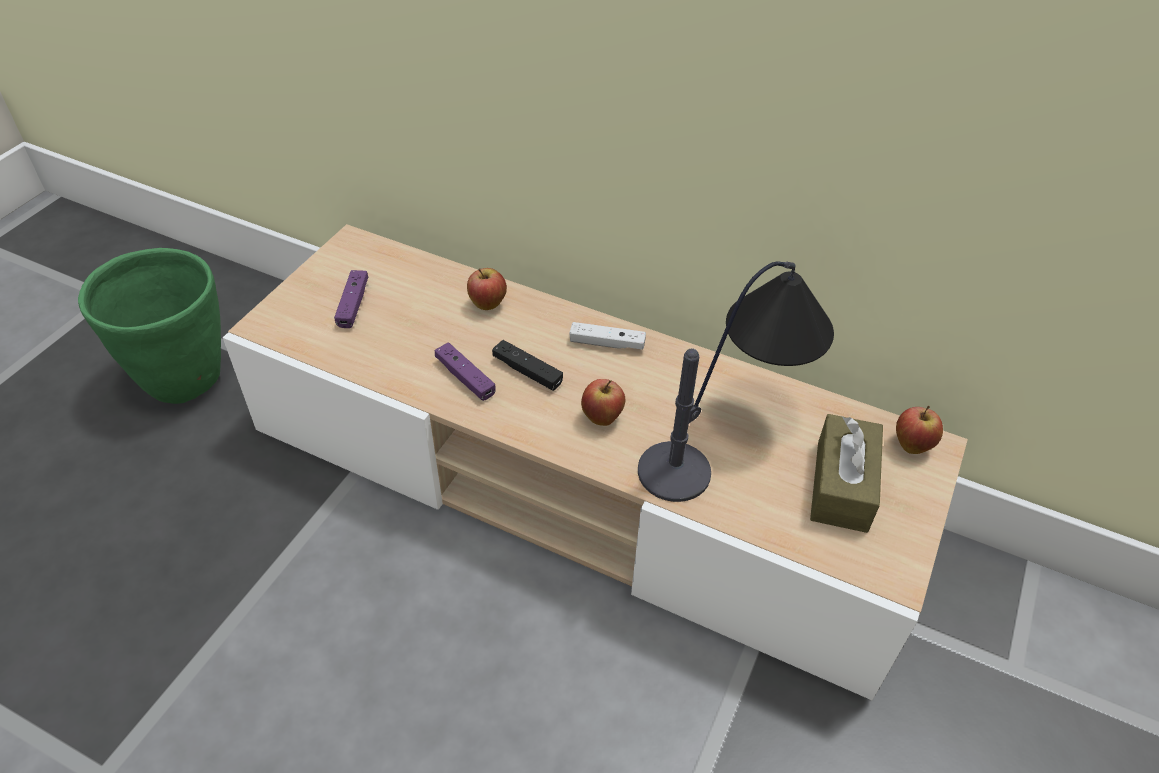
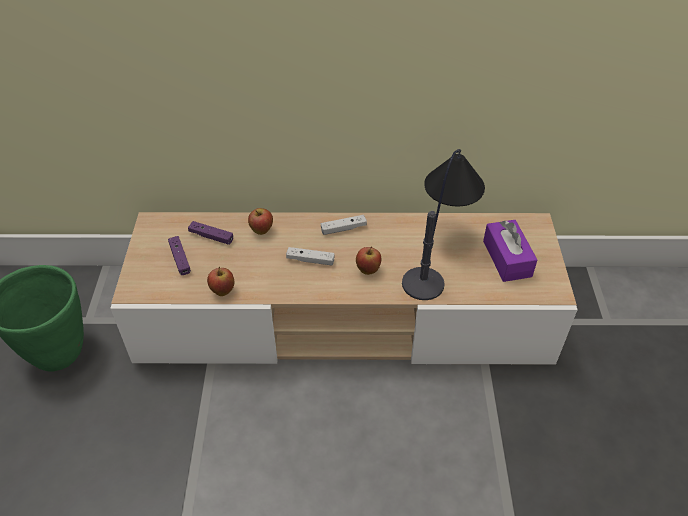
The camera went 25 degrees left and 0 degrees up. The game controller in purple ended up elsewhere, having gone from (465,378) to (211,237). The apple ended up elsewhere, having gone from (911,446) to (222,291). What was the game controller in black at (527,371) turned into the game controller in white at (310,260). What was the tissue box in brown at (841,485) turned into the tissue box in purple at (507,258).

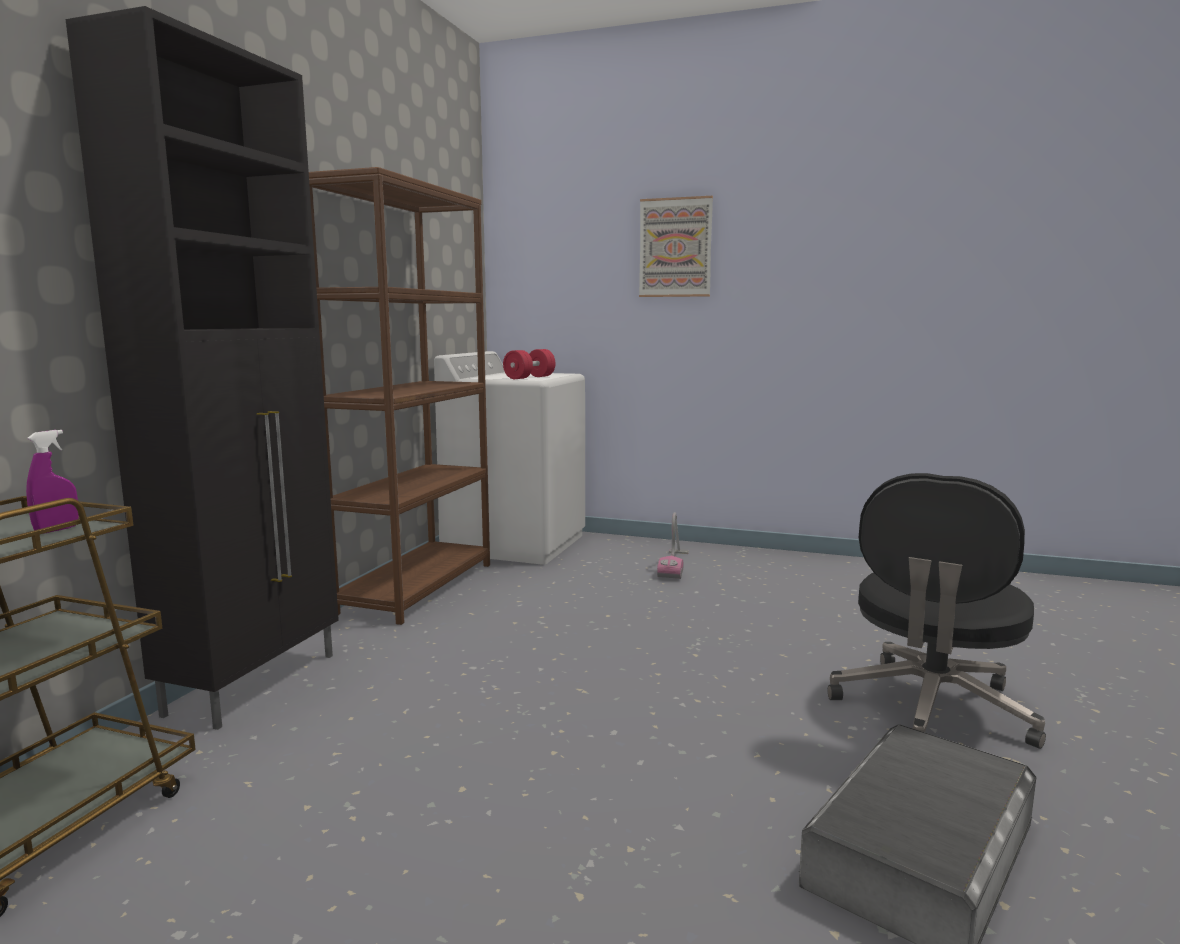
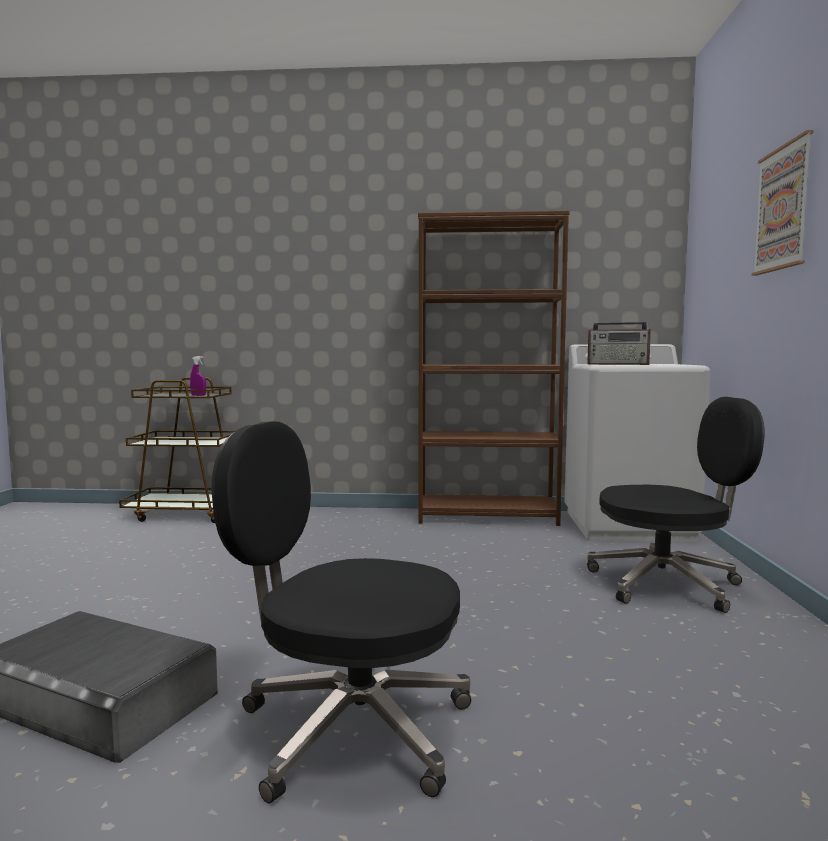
The camera went 75 degrees right and 5 degrees down. The second view lost the cabinet in black at (256,683). Where the dumbbell in red stood at (529,377), the radio came to stand at (619,364). Where the vacuum cleaner stood at (674,565), the office chair in black came to stand at (667,584).

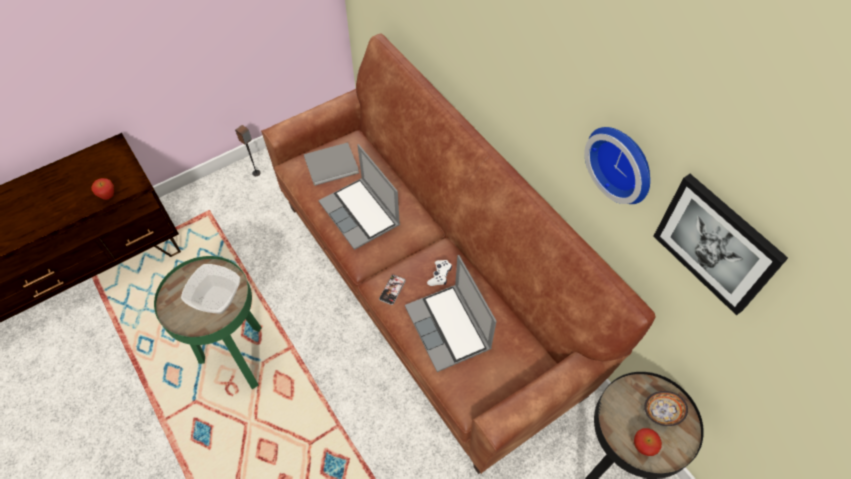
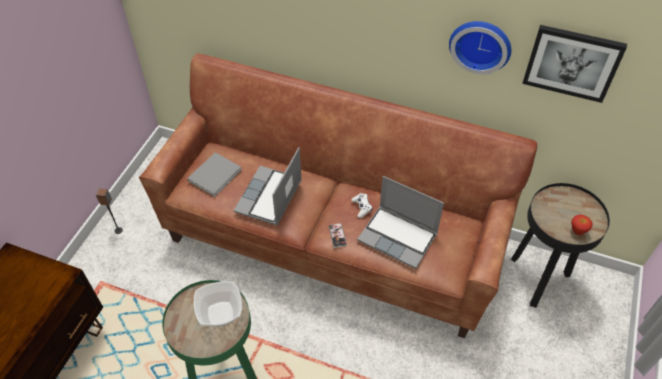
The camera went 35 degrees left and 5 degrees down. The second view lost the apple at (108,196). The second view lost the bowl at (661,411). The laptop at (361,214) ended up facing another way, 90 degrees clockwise from before.

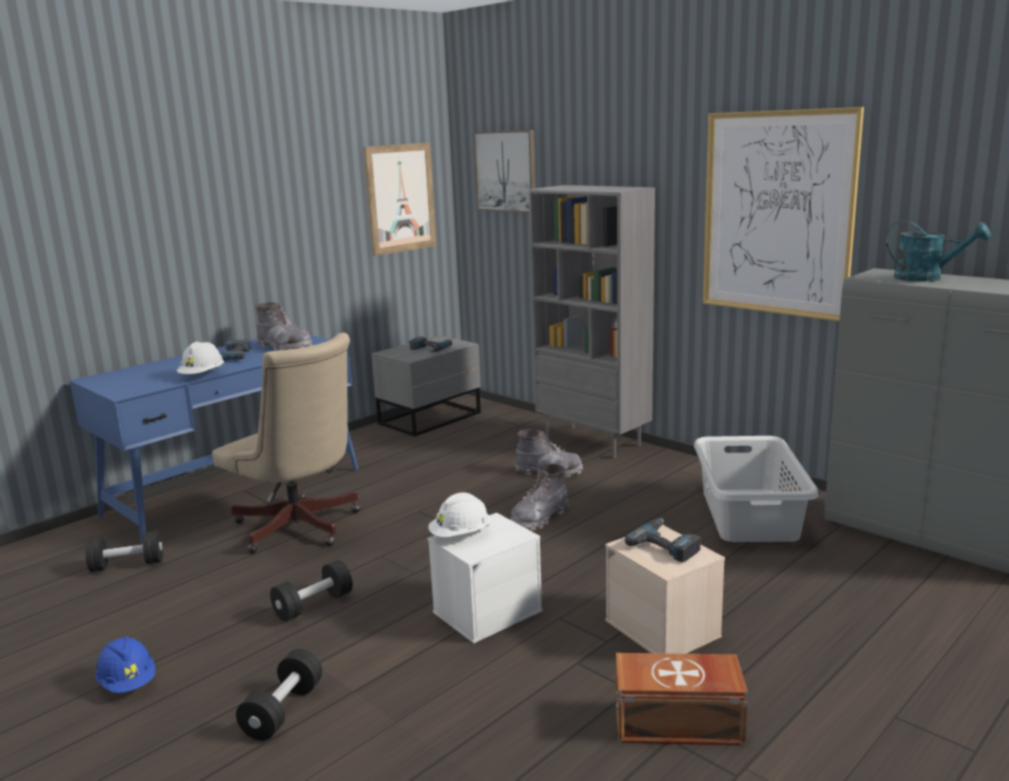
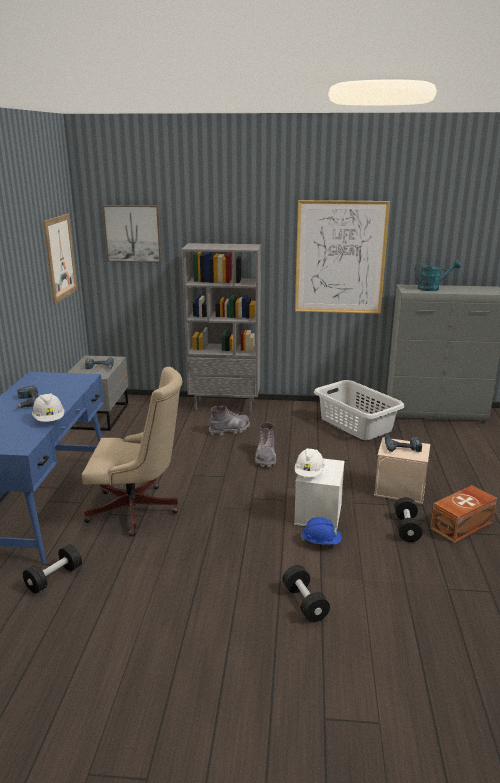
The camera went 40 degrees left and 5 degrees up. The second view lost the boot in grey at (284,347). The hard hat in blue ended up elsewhere, having gone from (128,683) to (321,542). The dumbbell in black ended up elsewhere, having gone from (313,605) to (406,528).

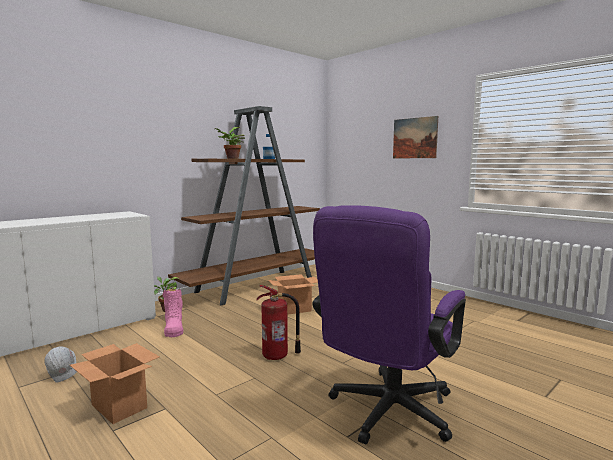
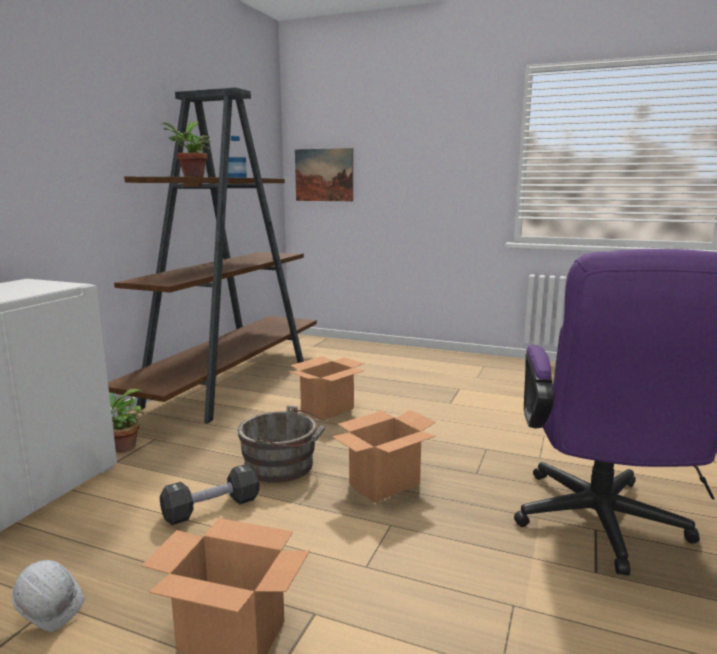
The camera went 25 degrees left and 5 degrees up. The second view lost the boot in pink at (173,328). The second view gained the dumbbell in black at (212,508). The second view gained the bucket in grey at (283,466). The picture ended up elsewhere, having gone from (414,138) to (324,175). Where the fire extinguisher stood at (277,356), the cardboard box came to stand at (384,485).

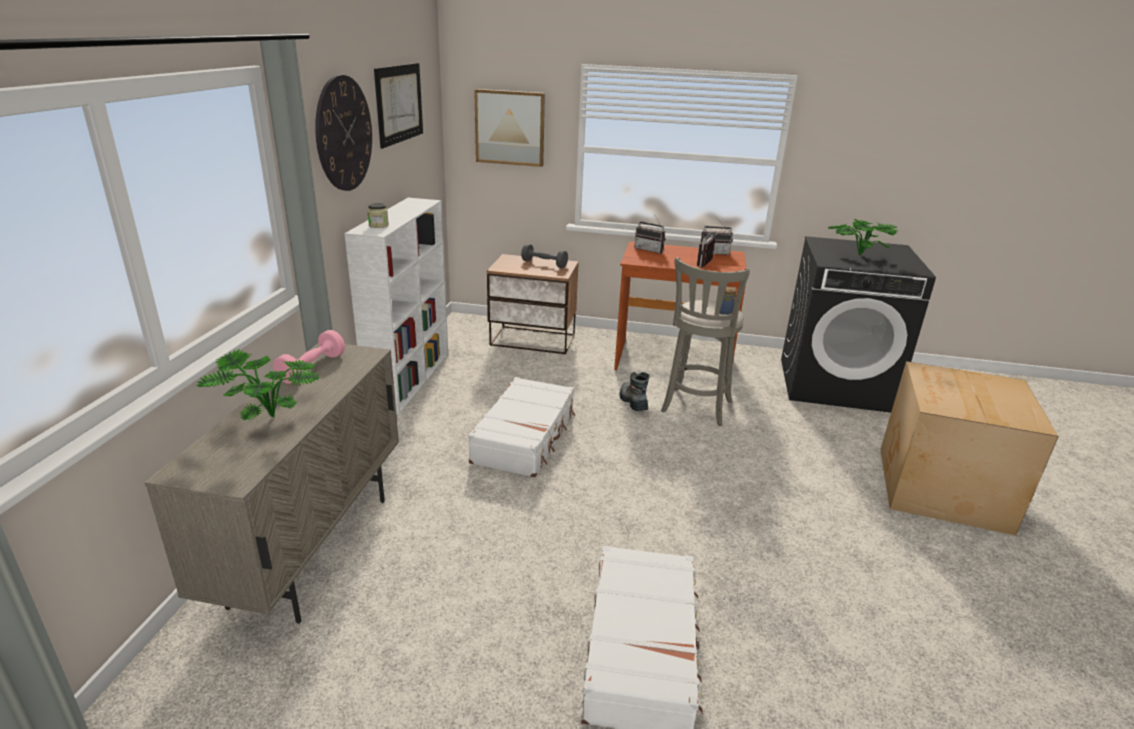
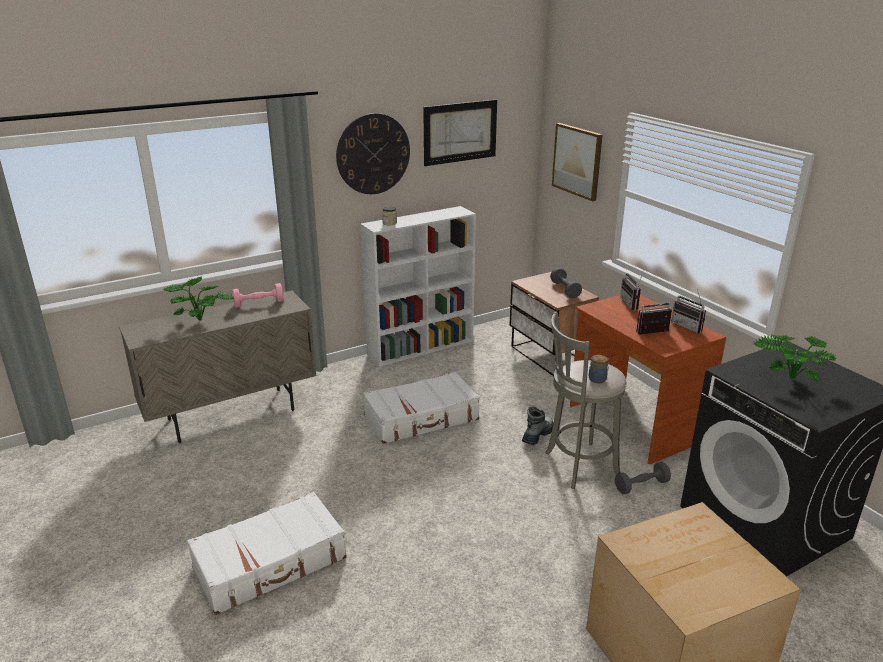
The camera went 50 degrees right and 0 degrees up. The second view gained the dumbbell in grey at (641,486).

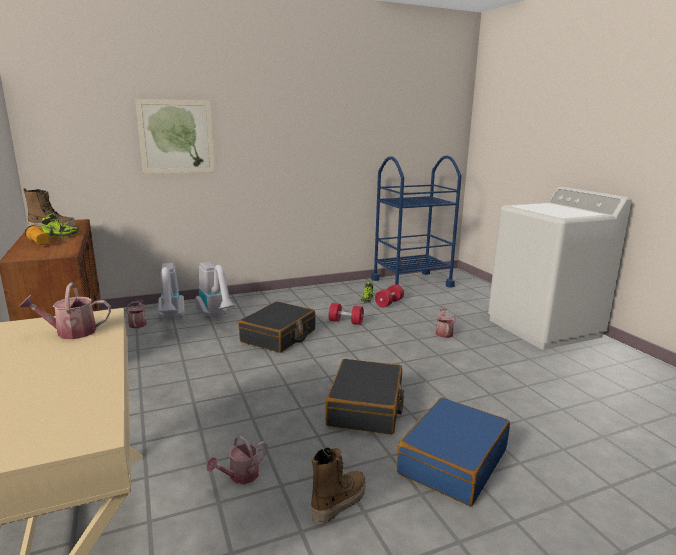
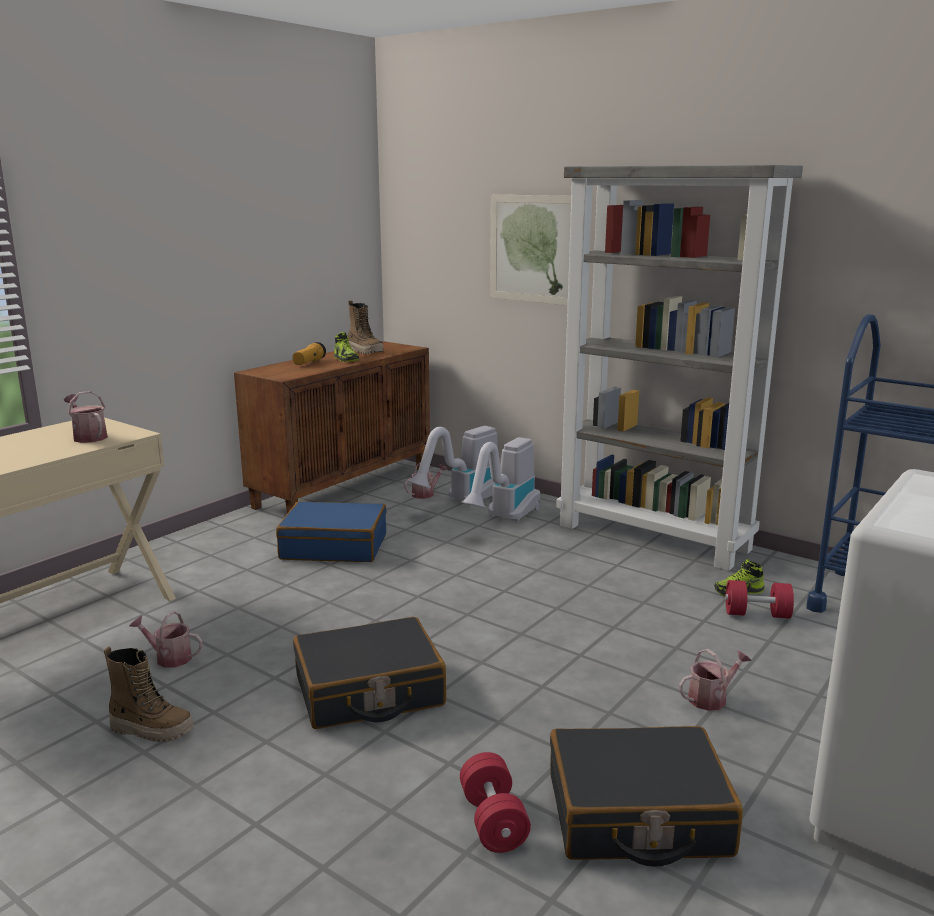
The camera went 60 degrees right and 0 degrees up. The second view gained the bookcase in grey at (655,537). The suitcase in black ended up elsewhere, having gone from (279,336) to (637,815). The dumbbell in red ended up elsewhere, having gone from (346,322) to (493,821). The suitcase in blue ended up elsewhere, having gone from (452,461) to (334,546).

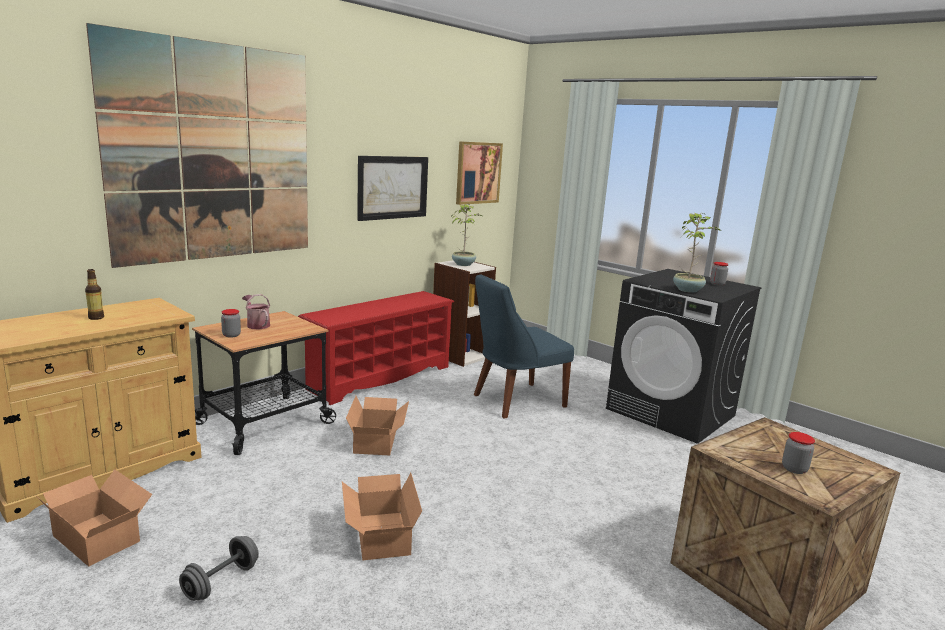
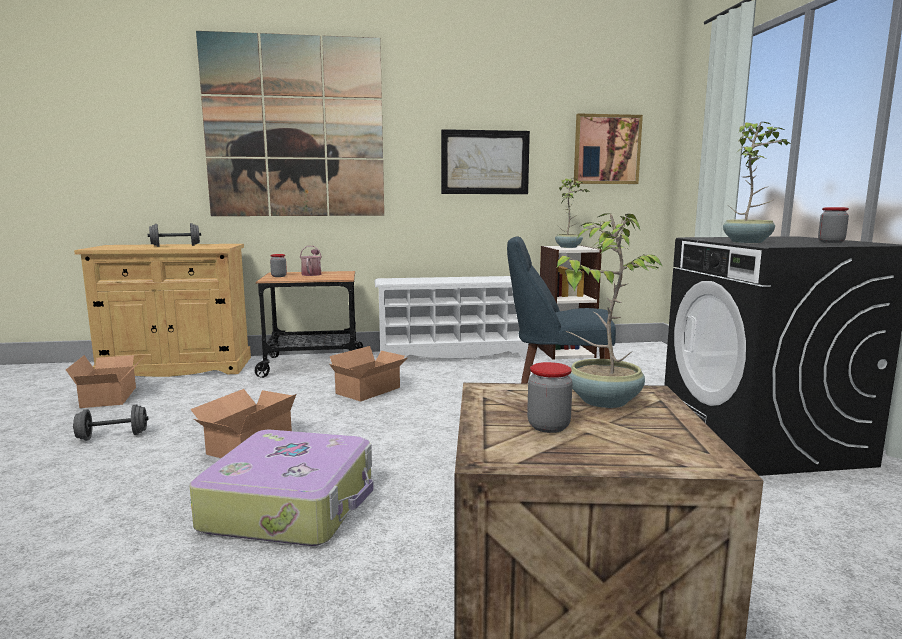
The camera went 40 degrees right and 5 degrees down. The second view gained the suitcase at (292,505). The second view gained the potted plant at (602,400). Where the bottle stood at (96,318), the dumbbell in grey came to stand at (175,246). What was the shoe rack in red at (380,377) turned into the shoe rack in white at (457,354).

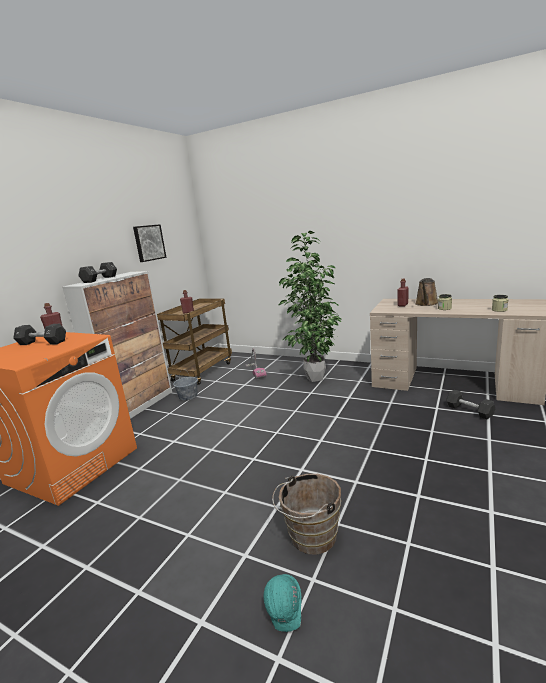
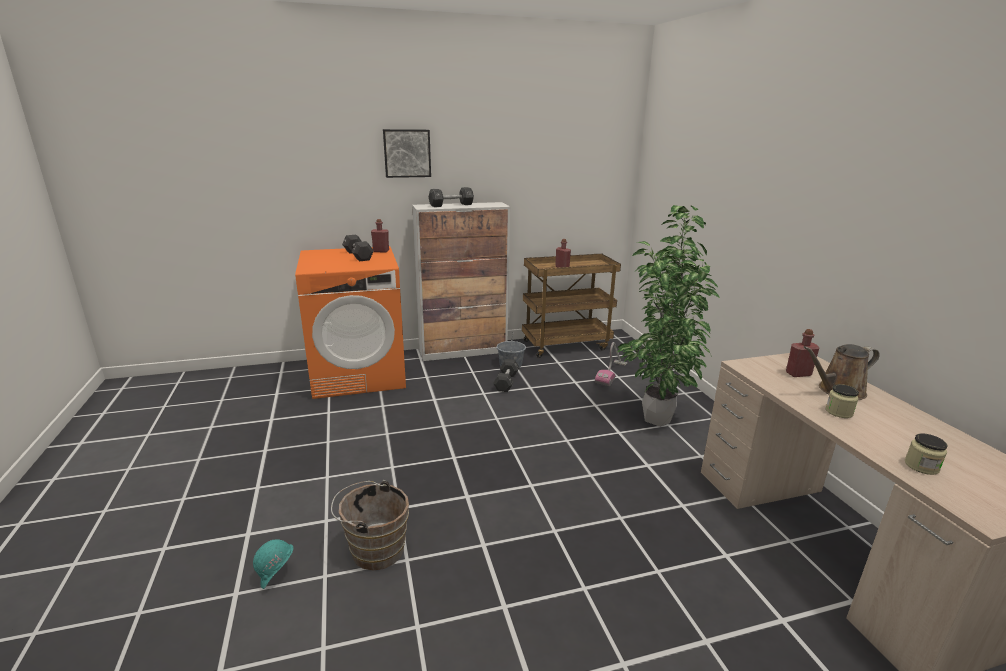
The camera went 45 degrees right and 5 degrees up. The picture ended up elsewhere, having gone from (149,243) to (407,153). The dumbbell in black ended up elsewhere, having gone from (469,411) to (506,382).

